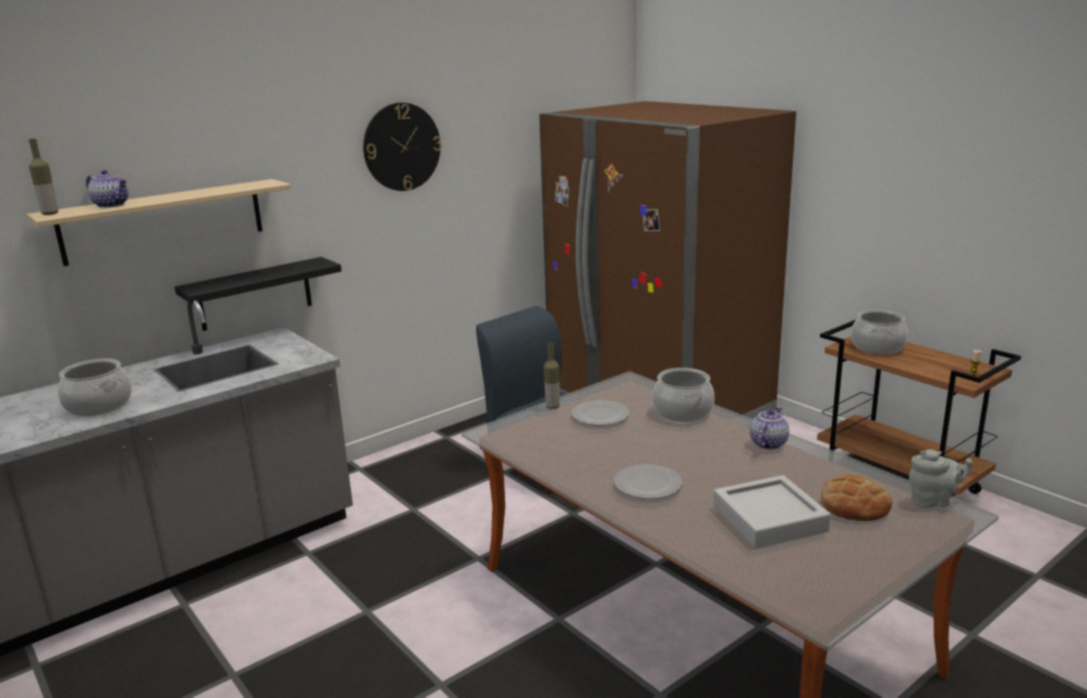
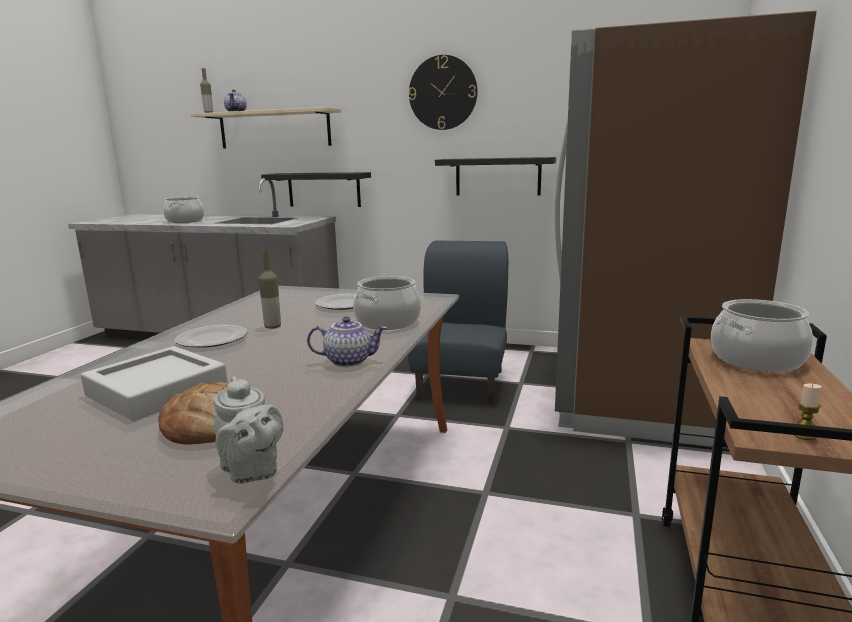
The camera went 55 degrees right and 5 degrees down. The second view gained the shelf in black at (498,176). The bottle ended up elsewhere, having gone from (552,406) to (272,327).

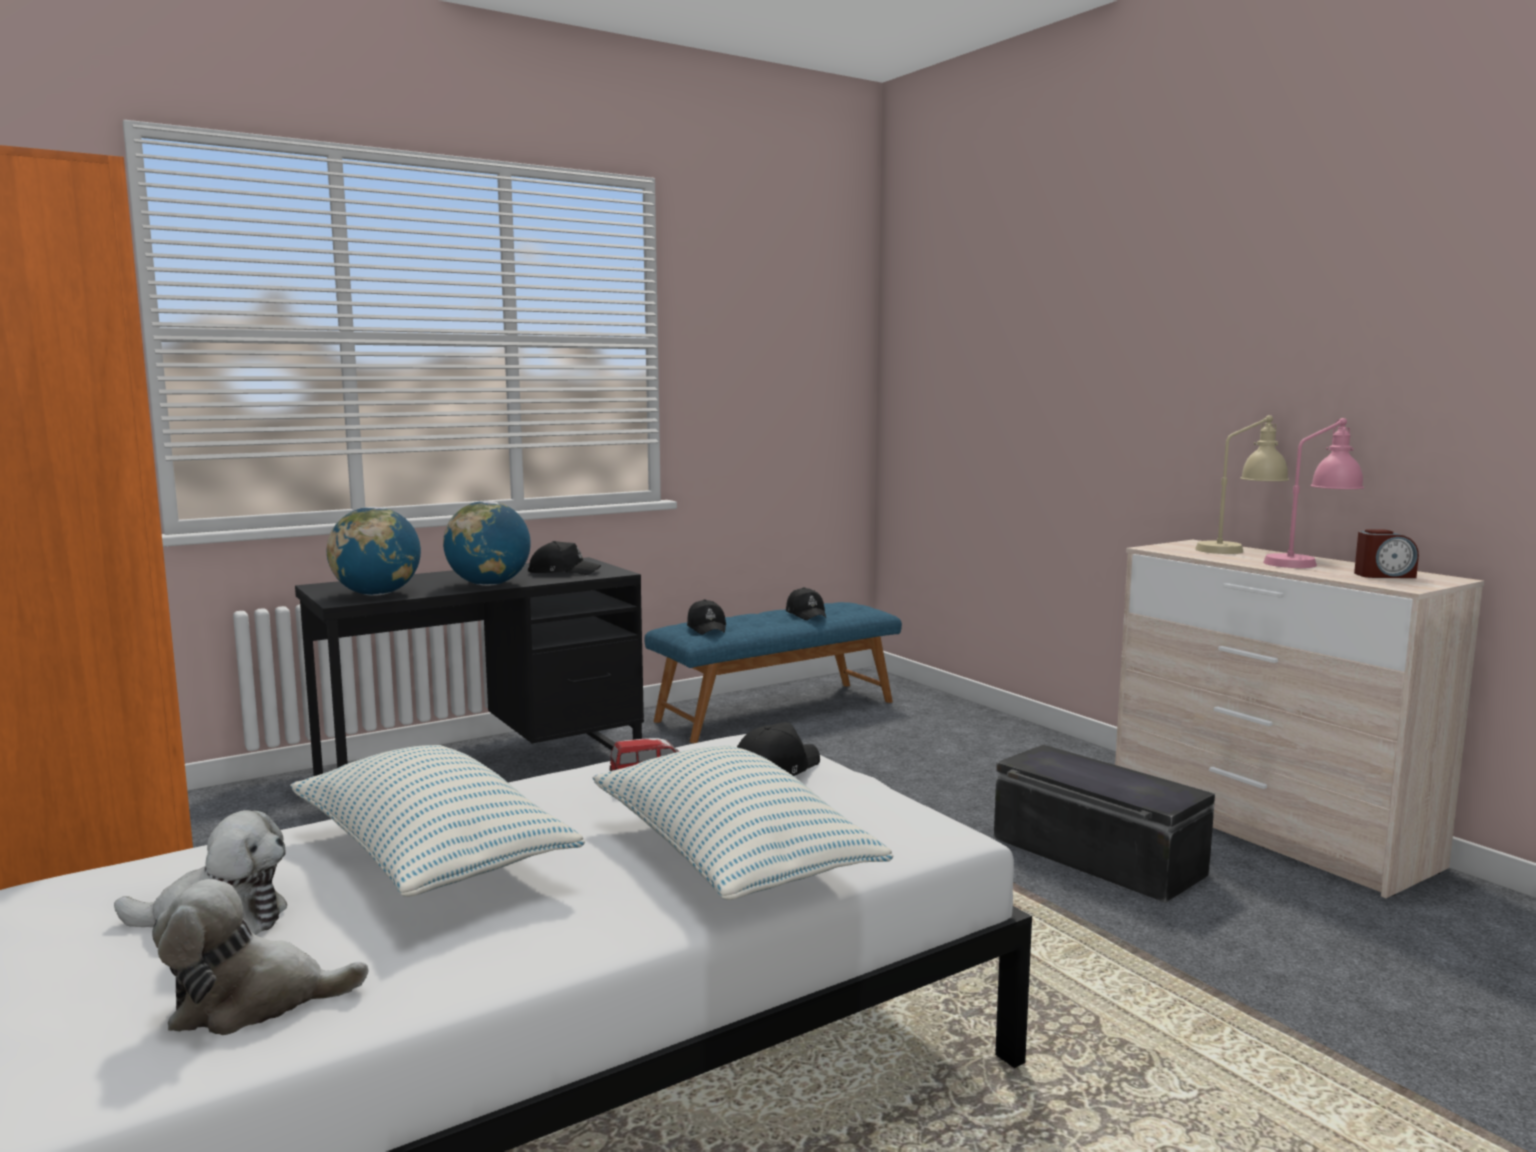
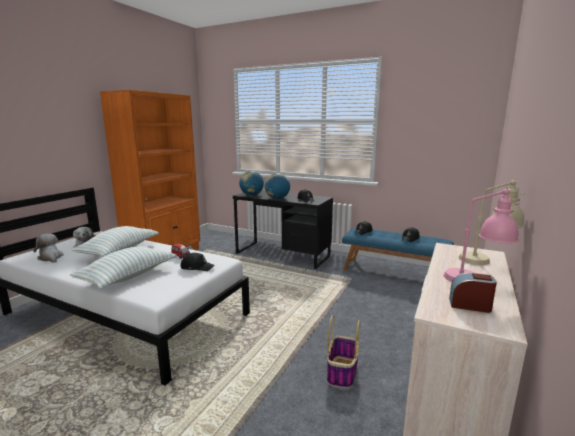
The camera went 60 degrees right and 5 degrees up. Where the storage box in black stood at (1095,857), the basket came to stand at (342,373). The alarm clock at (1383,575) ended up facing another way, 135 degrees clockwise from before.

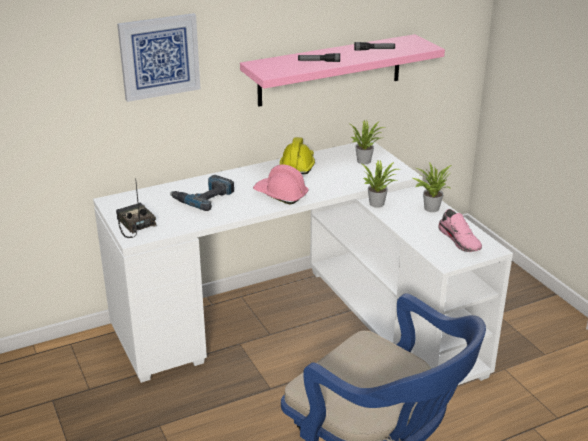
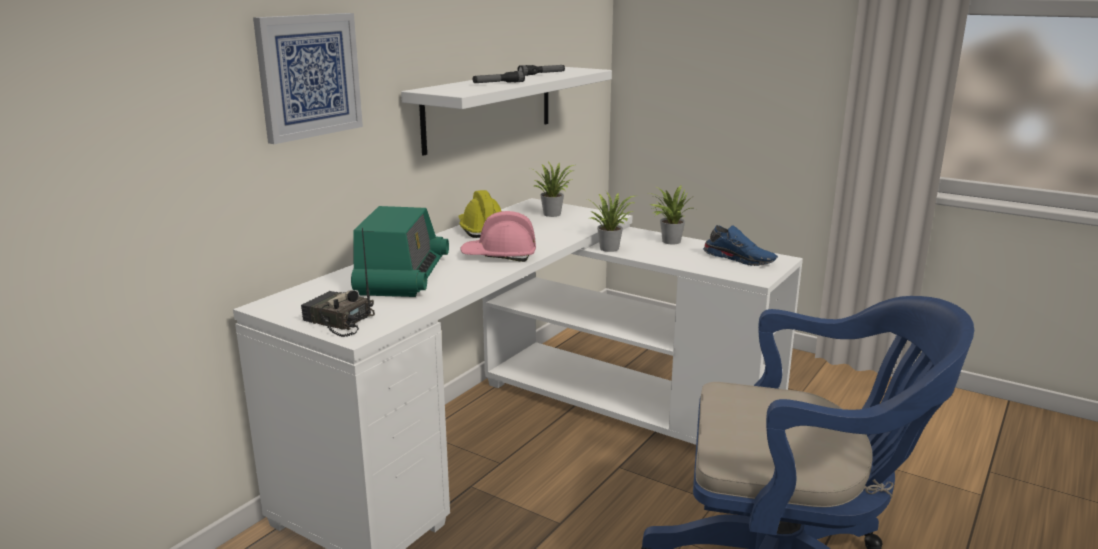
The camera went 30 degrees left and 10 degrees down. Where the power drill stood at (203,197), the radio came to stand at (402,276). What was the shelf in pink at (330,70) turned into the shelf in white at (489,107). What was the shoe in pink at (460,240) turned into the shoe in blue at (740,259).

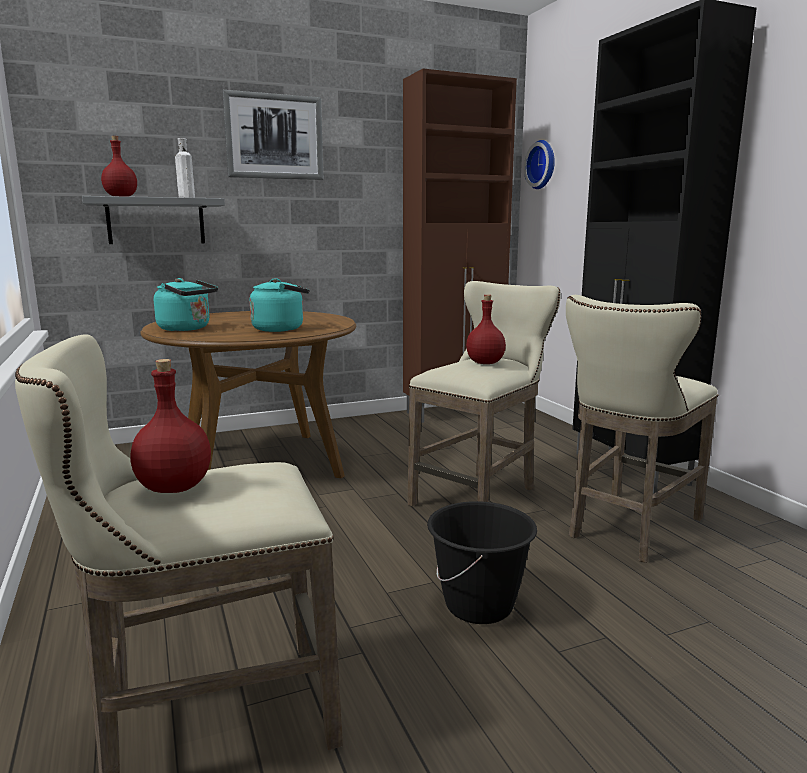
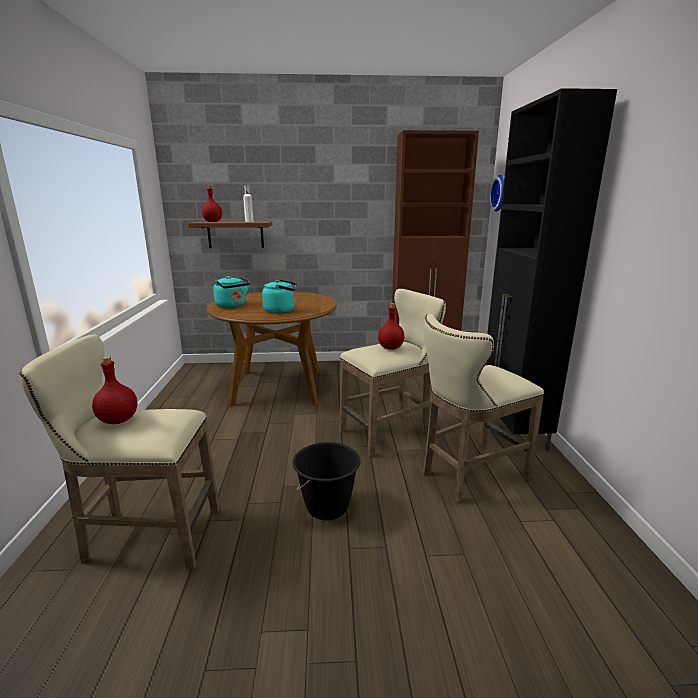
The camera went 20 degrees right and 5 degrees up. The second view lost the picture at (274,137). What was the shelf in grey at (156,221) turned into the shelf in brown at (235,234).

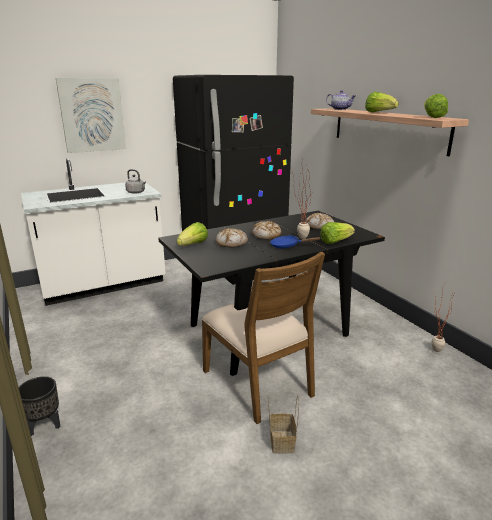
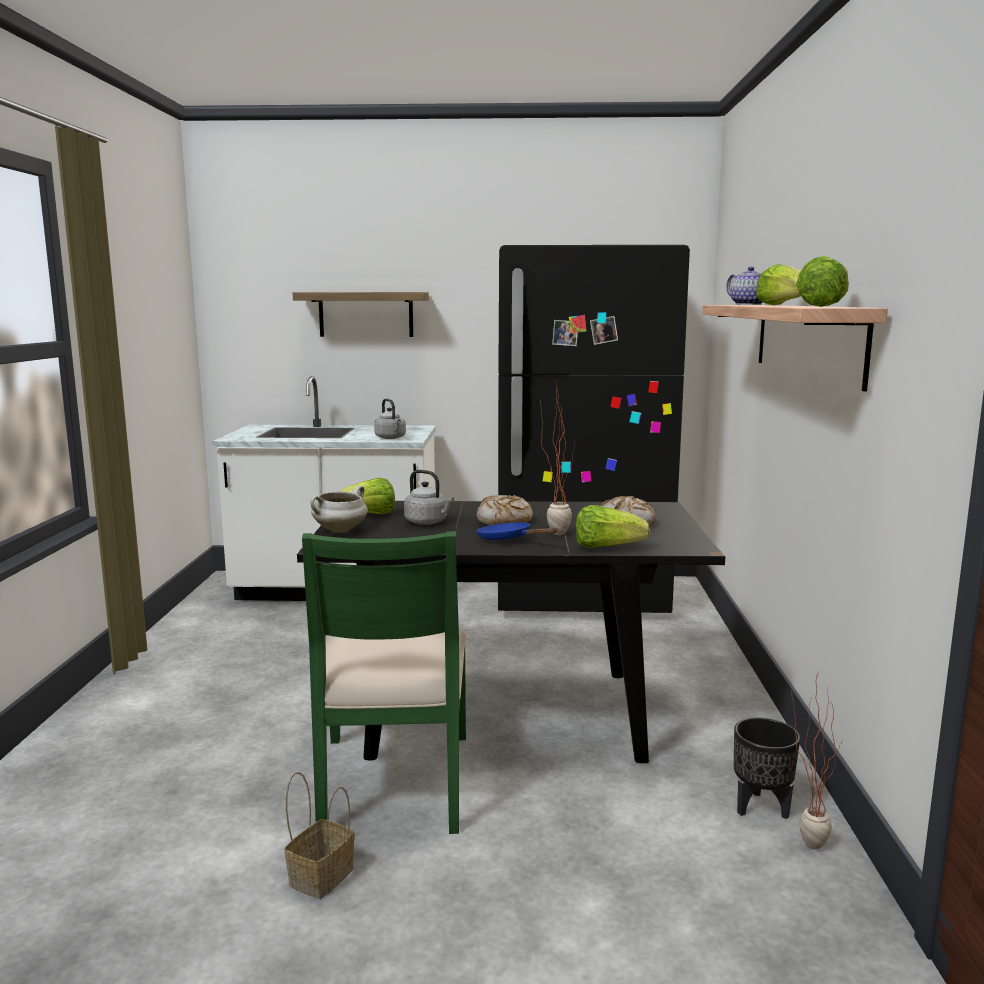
The camera went 30 degrees right and 10 degrees down. The second view gained the cooking pot in white at (340,531). The planter in black ended up elsewhere, having gone from (44,426) to (760,808). Where the picture hung at (92,115), the shelf came to hang at (366,314). Where the bread stood at (231,243), the kettle in grey came to stand at (428,522). What was the chair in brown at (259,382) turned into the chair in green at (393,782).

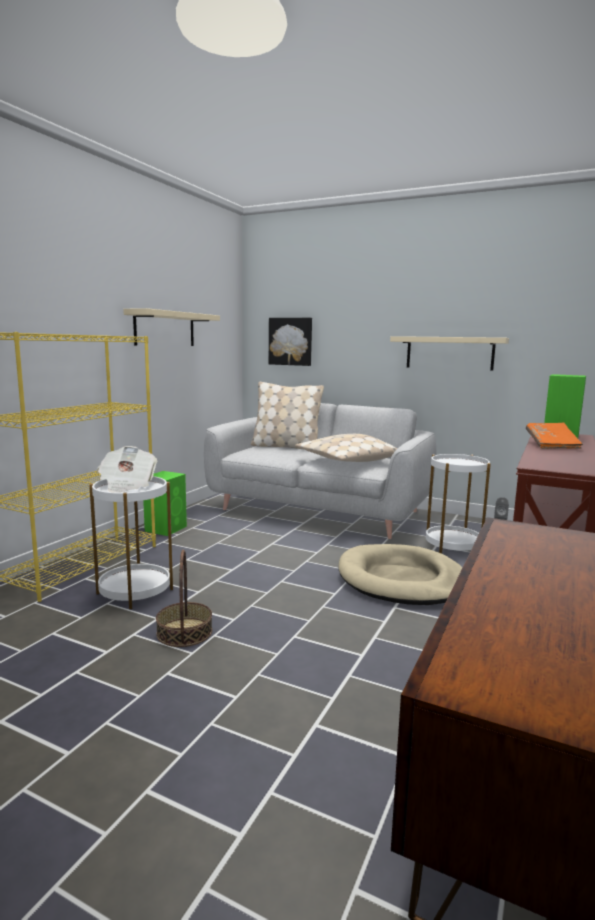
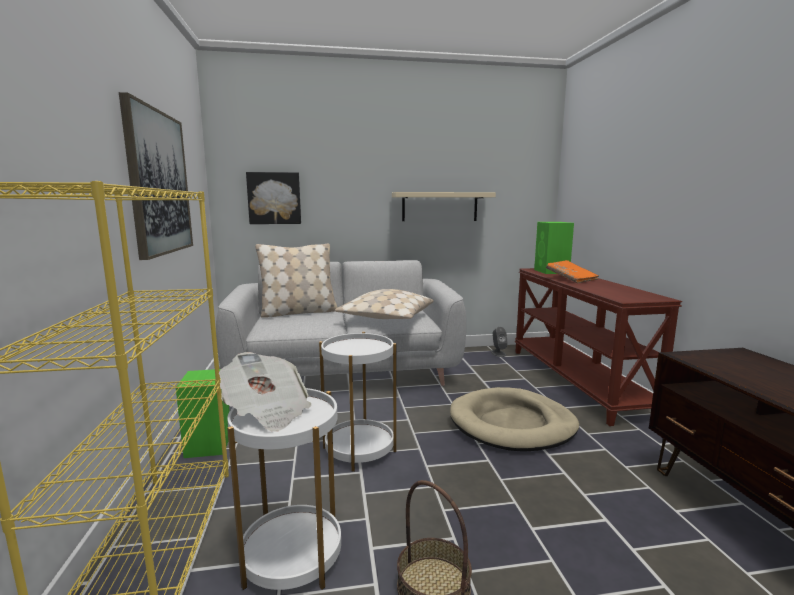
The camera went 35 degrees left and 0 degrees up. The side table in white ended up elsewhere, having gone from (453,546) to (359,449). Where the shelf in beige hung at (165,329), the picture came to hang at (159,183).

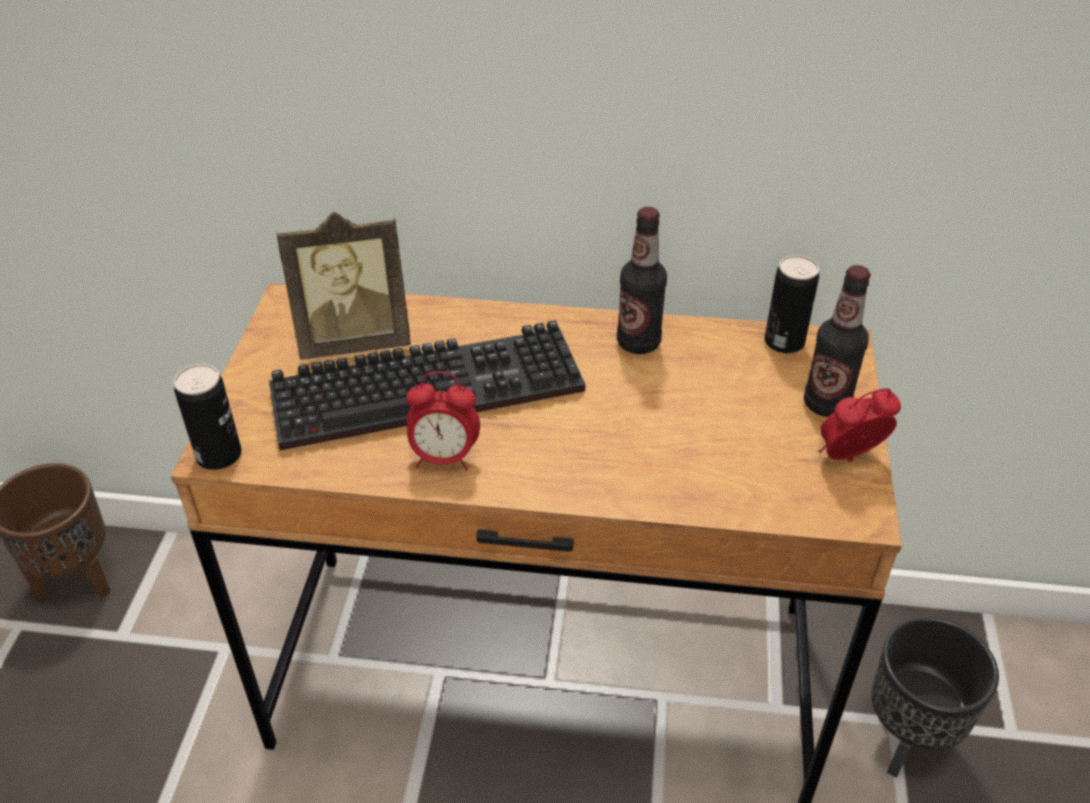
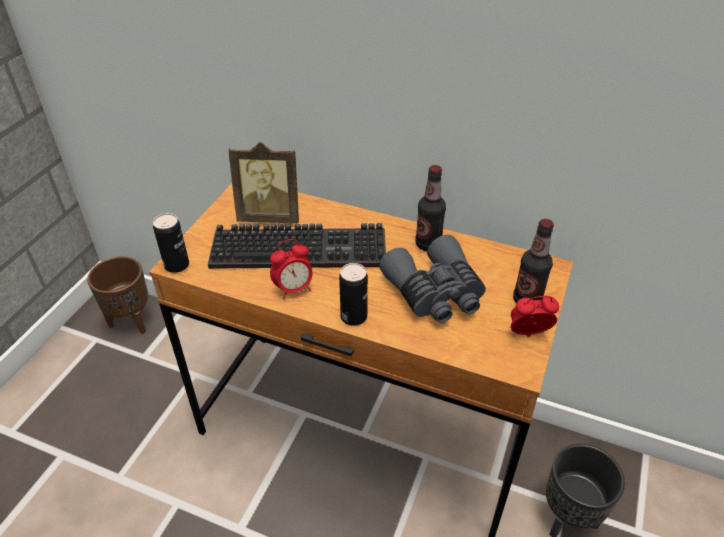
The camera went 15 degrees right and 0 degrees up. The second view gained the binoculars in grey at (435,293). The can ended up elsewhere, having gone from (784,342) to (353,316). The alarm clock at (444,457) ended up facing another way, 45 degrees counterclockwise from before.

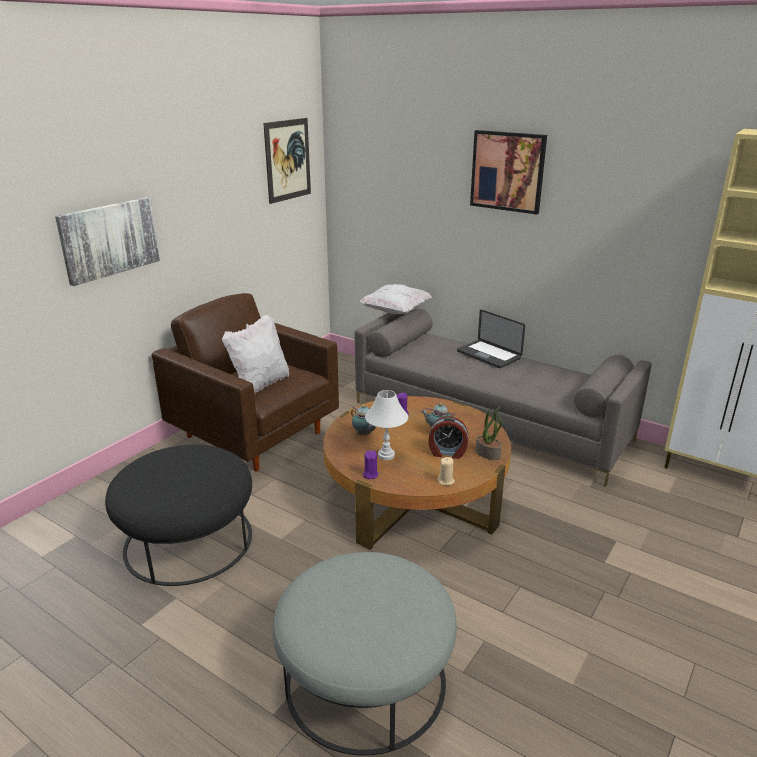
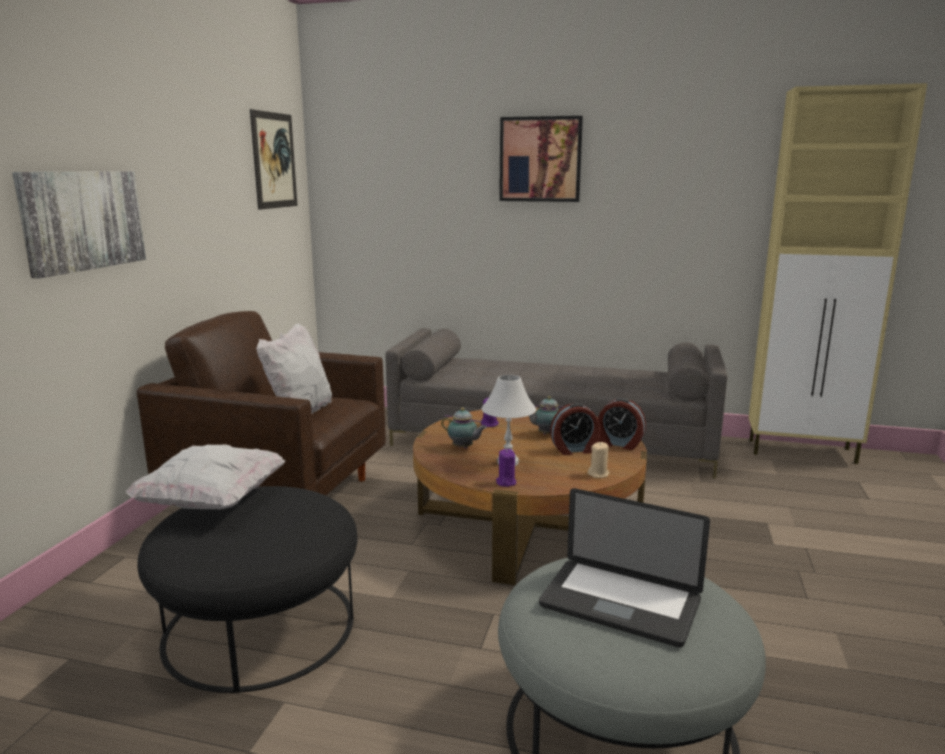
The camera went 20 degrees left and 10 degrees down. The pillow in white ended up elsewhere, having gone from (395,312) to (212,502). The laptop ended up elsewhere, having gone from (488,355) to (620,603). Where the potted plant stood at (488,453), the alarm clock came to stand at (619,444).

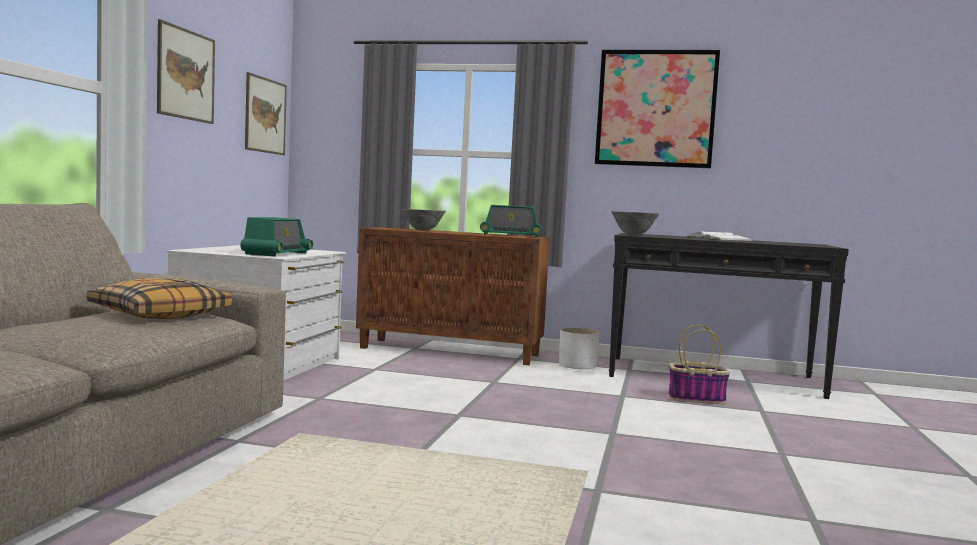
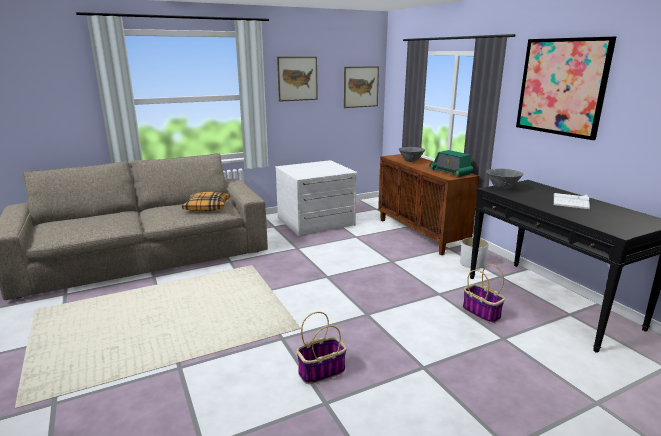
The camera went 50 degrees right and 15 degrees up. The second view lost the radio at (277,253). The second view gained the basket at (322,371).

